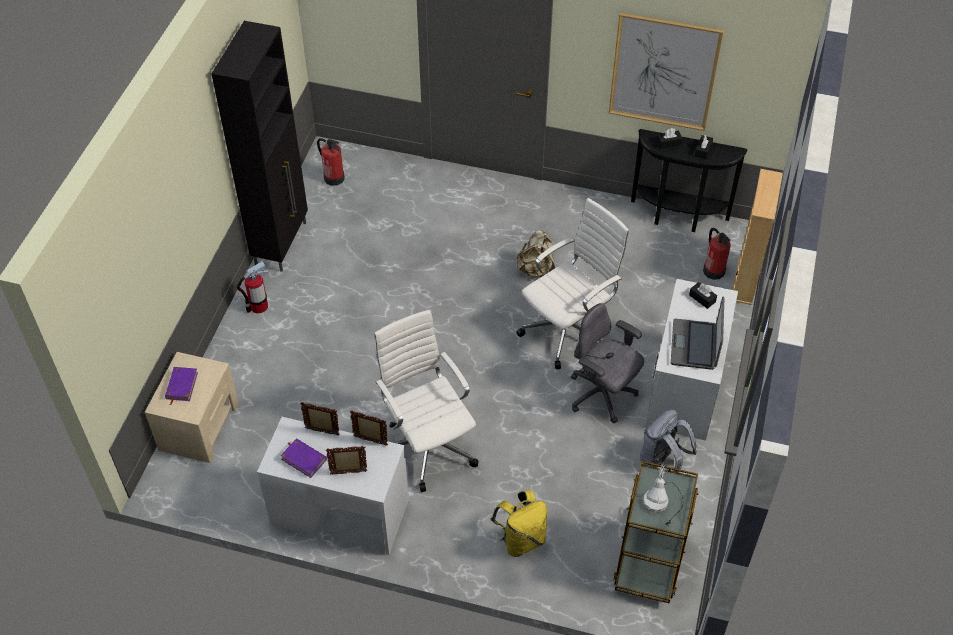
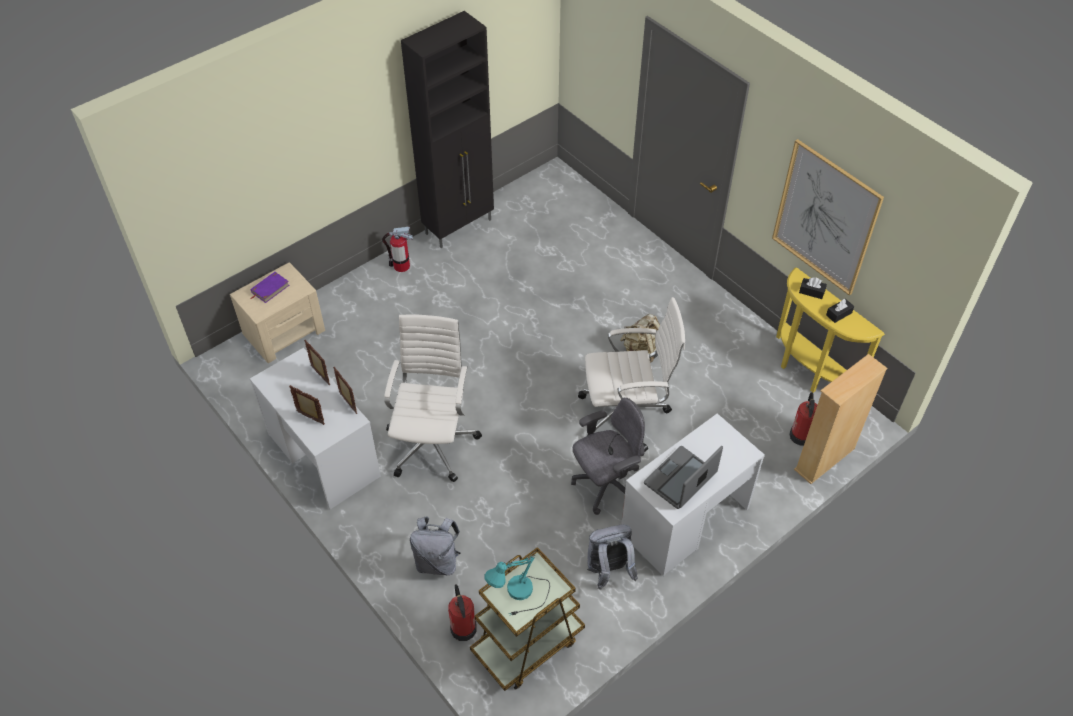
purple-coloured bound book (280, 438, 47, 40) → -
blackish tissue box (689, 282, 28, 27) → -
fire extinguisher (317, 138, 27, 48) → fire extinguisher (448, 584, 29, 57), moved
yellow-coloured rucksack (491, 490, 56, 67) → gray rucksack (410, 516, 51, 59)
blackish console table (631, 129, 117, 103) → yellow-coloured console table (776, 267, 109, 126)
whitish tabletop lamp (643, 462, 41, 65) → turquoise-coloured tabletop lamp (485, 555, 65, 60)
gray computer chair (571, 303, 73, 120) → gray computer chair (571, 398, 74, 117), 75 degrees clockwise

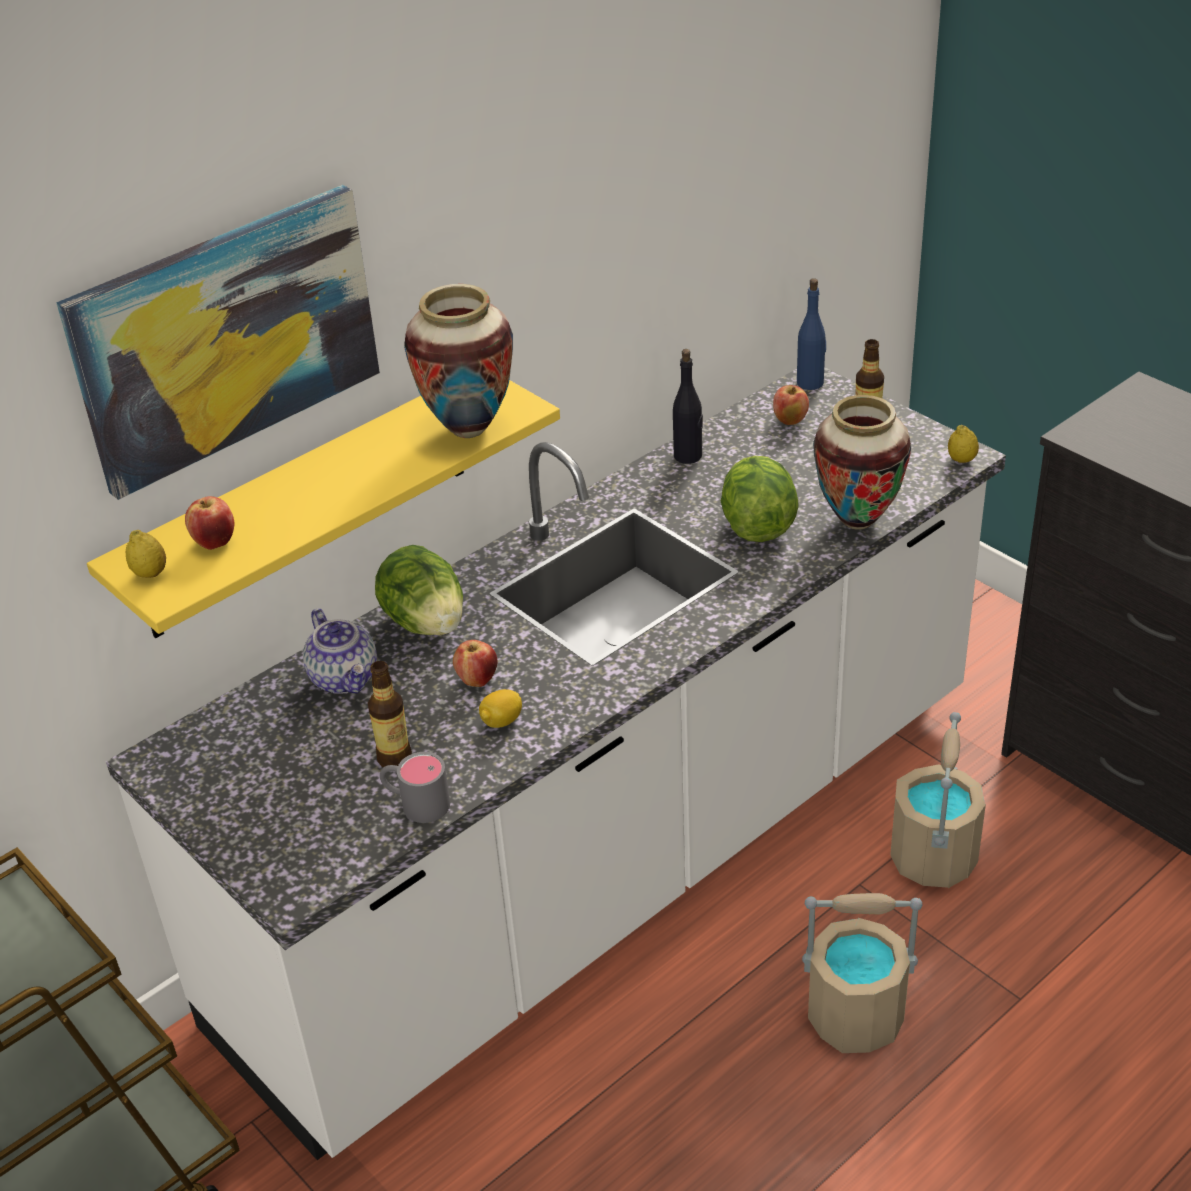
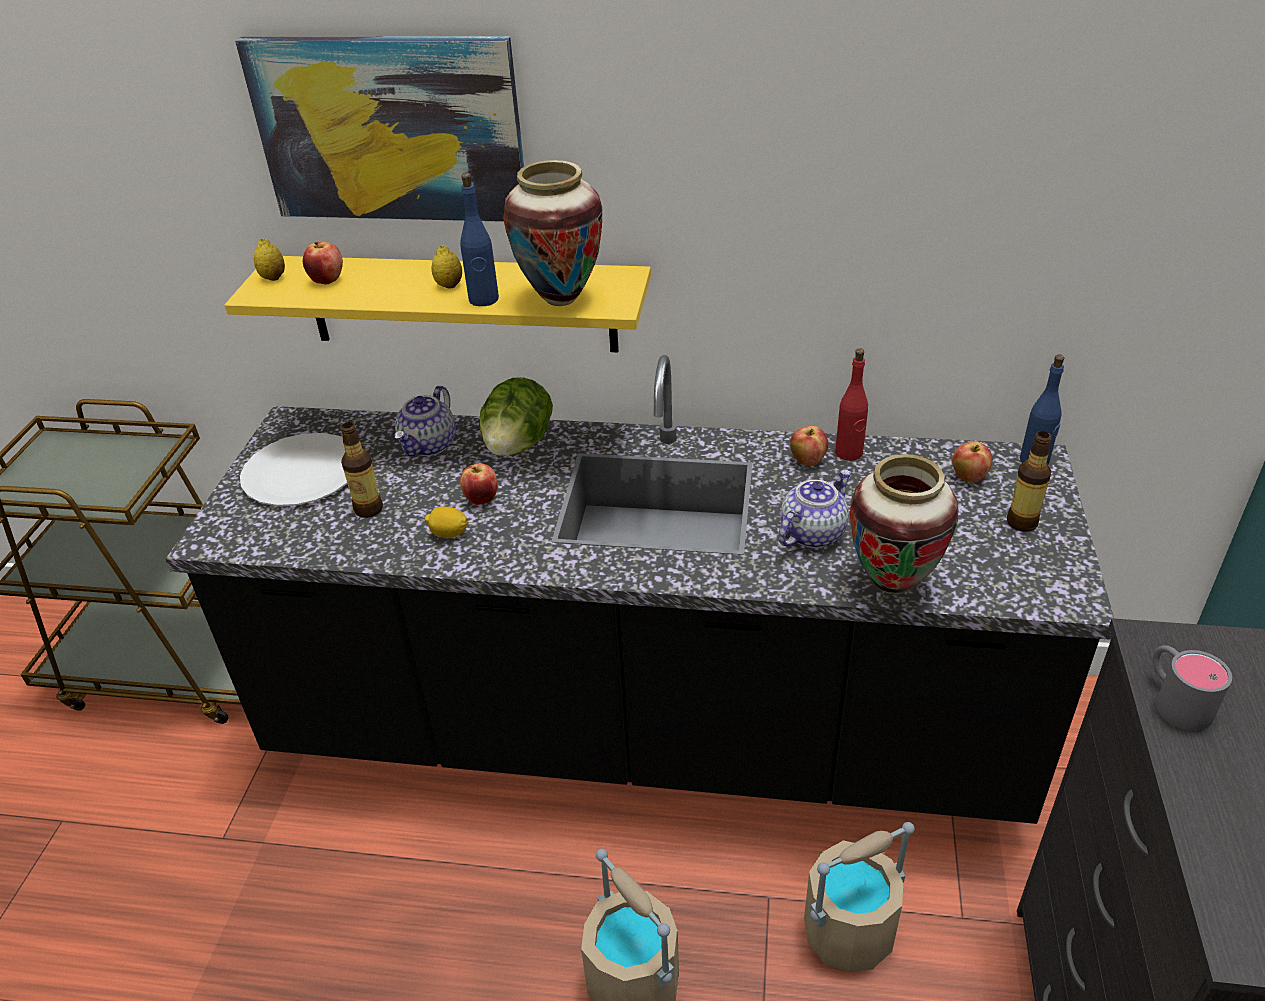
- → whitish plate (240, 433, 107, 73)
- → blue beverage bottle (460, 173, 39, 133)
- → apple (790, 426, 38, 40)
gray tea mug (380, 752, 70, 71) → gray tea mug (1153, 645, 79, 86), moved
citrus fruit (948, 425, 31, 38) → citrus fruit (432, 246, 30, 43), moved
head of lettuce (721, 456, 78, 86) → tea pot (778, 470, 73, 78)
whitish kitchen base unit (106, 367, 900, 793) → blackish kitchen base unit (166, 355, 948, 469)
blackish beverage bottle (673, 349, 30, 115) → red beverage bottle (835, 348, 33, 113)

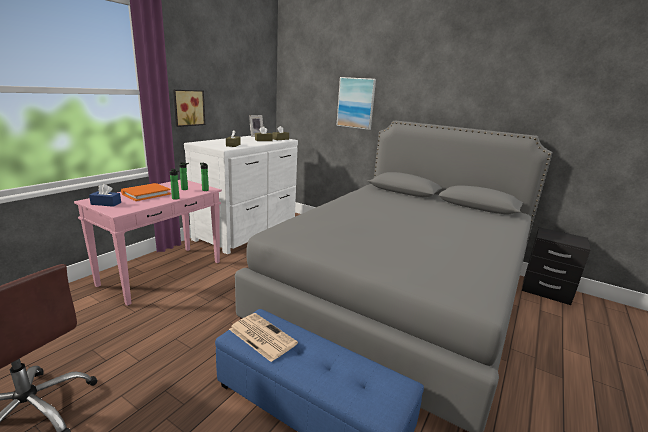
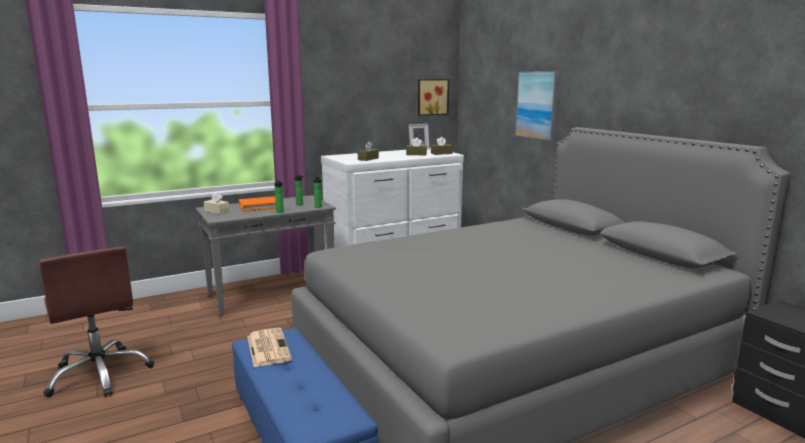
picture (173, 90, 32, 37) → picture (418, 79, 31, 37), moved
pinkish console table (74, 180, 148, 126) → gray console table (196, 195, 140, 121)
blue tissue box (89, 184, 32, 23) → sand-coloured tissue box (204, 192, 26, 22)

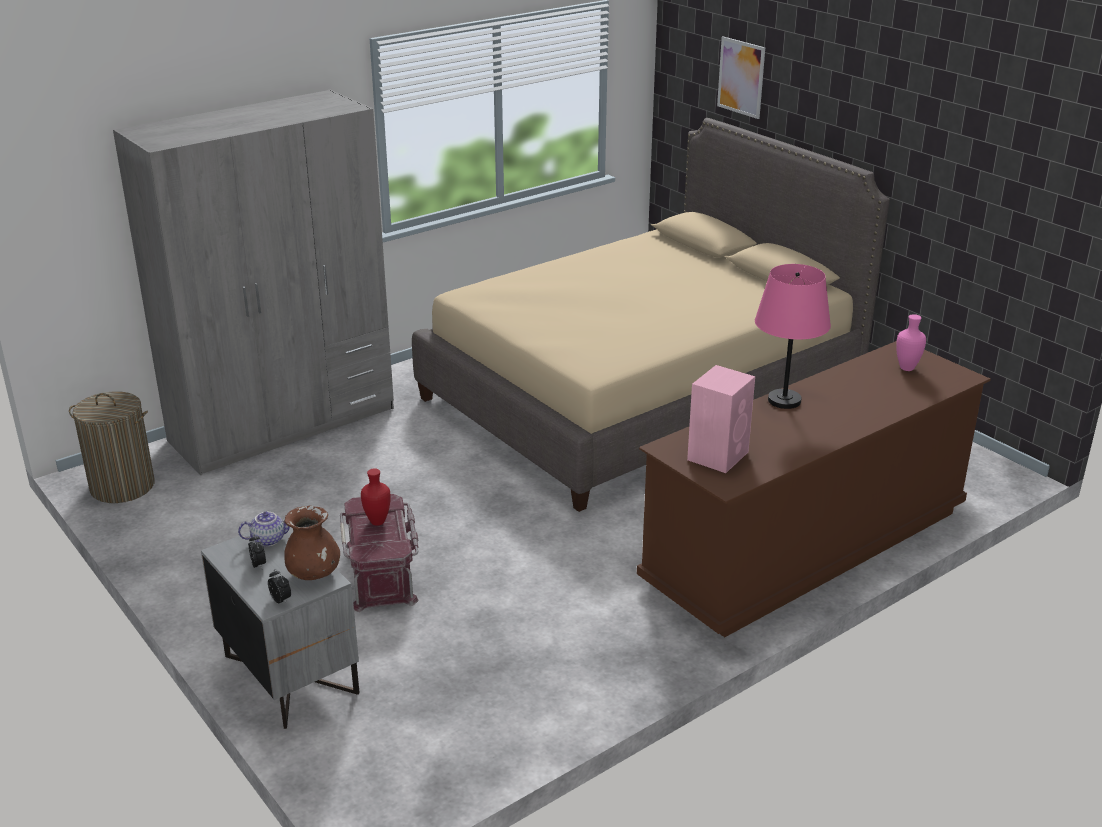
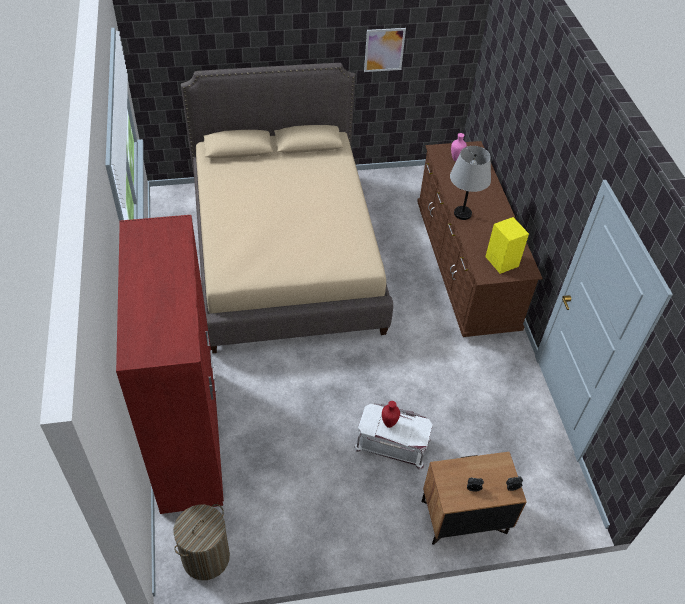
tea pot (238, 511, 52, 35) → -
brown-coloured flower vase (284, 505, 56, 75) → -
picture (717, 37, 48, 82) → picture (364, 28, 42, 44), moved
gray armoire (113, 90, 281, 385) → red armoire (116, 215, 108, 299)
gray night table (201, 519, 159, 210) → brown-coloured night table (422, 452, 105, 93)
red storage box (340, 494, 79, 118) → whitish storage box (354, 403, 79, 66)
pinkish loudspeaker (687, 365, 68, 108) → yellow-coloured loudspeaker (485, 217, 44, 57)
pinkish tabletop lamp (755, 264, 76, 145) → gray tabletop lamp (450, 146, 41, 74)

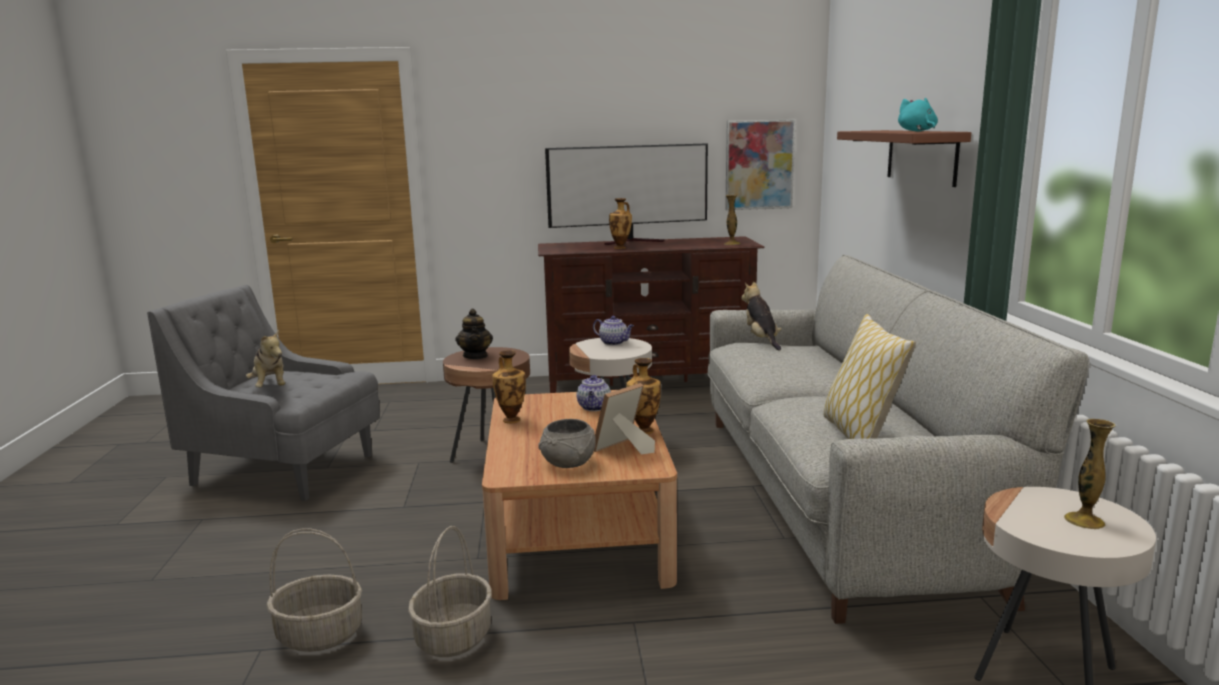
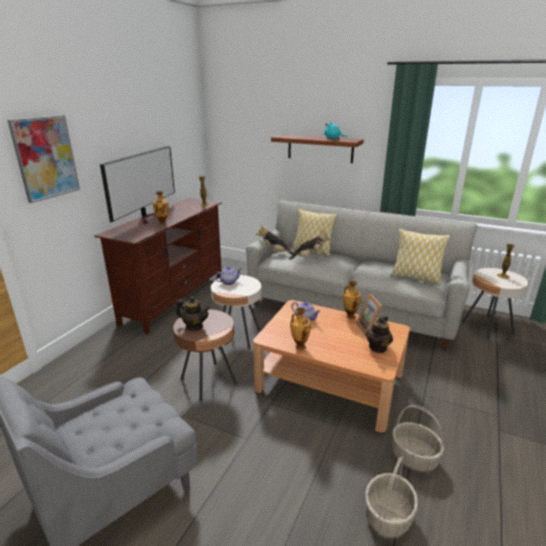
- → throw pillow (292, 209, 45, 48)
soft toy (246, 330, 39, 58) → soft toy (289, 229, 41, 31), moved
picture (725, 119, 71, 91) → picture (7, 115, 73, 88), moved
gray bowl (538, 419, 58, 49) → tea pot (366, 315, 27, 38)

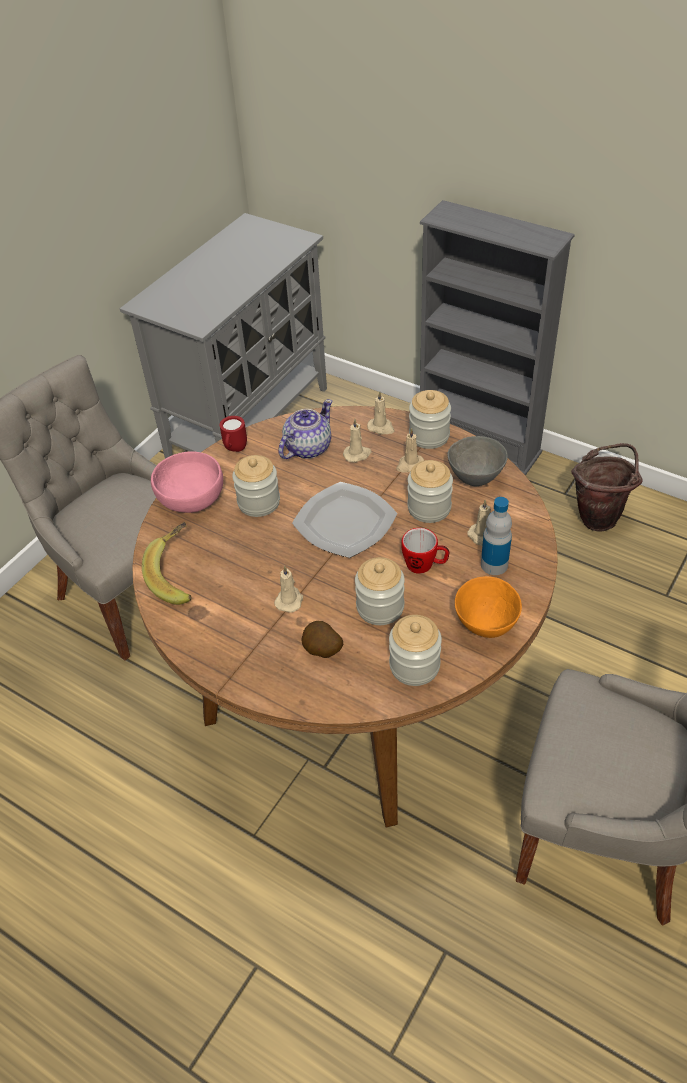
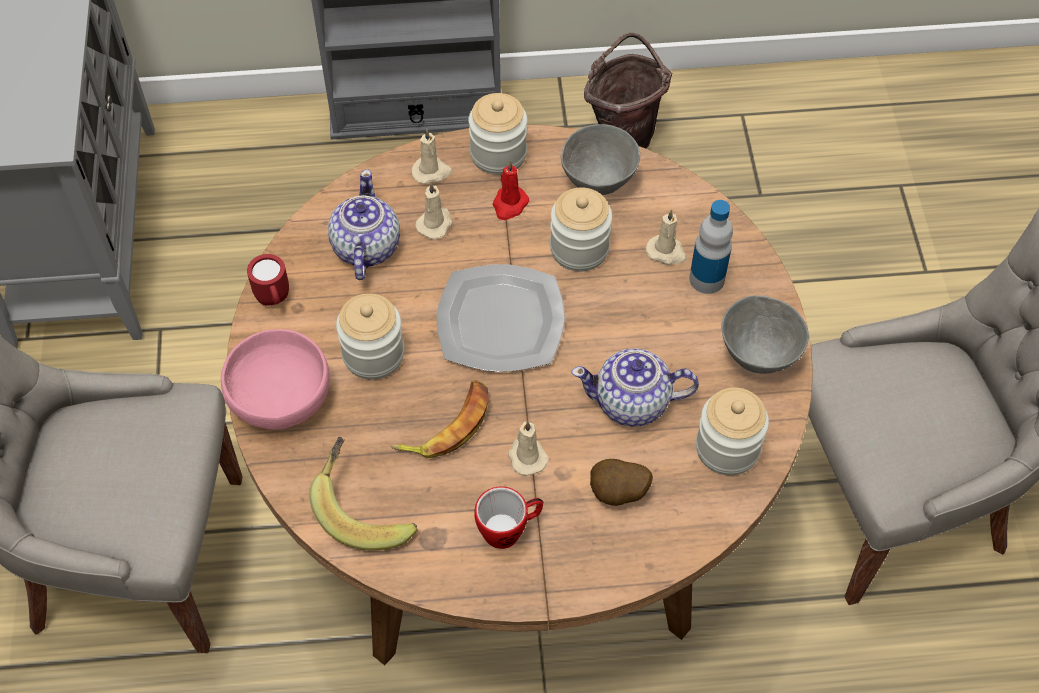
- → banana fruit (391, 380, 98, 78)
tea mug (401, 528, 48, 46) → tea mug (474, 486, 69, 63), moved
preserve jar (355, 557, 50, 68) → tea pot (571, 348, 128, 79)
sand-coloured wax light (396, 428, 28, 45) → red wax light (493, 161, 36, 59)
orange-coloured bowl (455, 576, 67, 62) → gray bowl (721, 295, 88, 79)

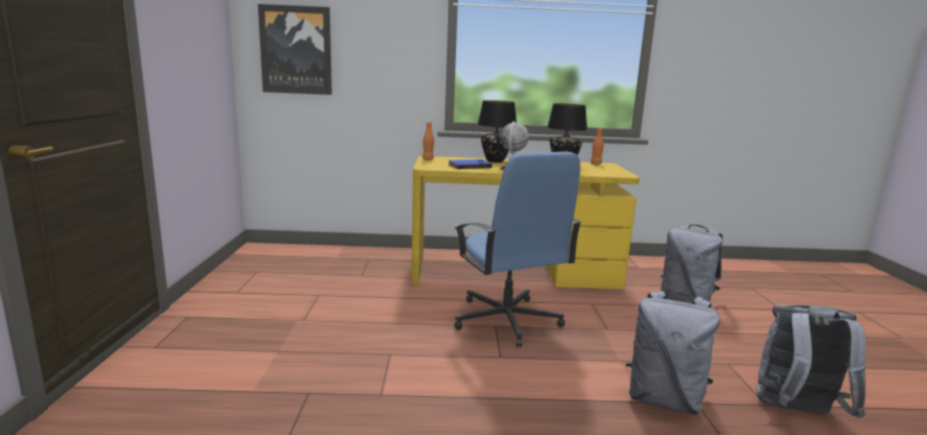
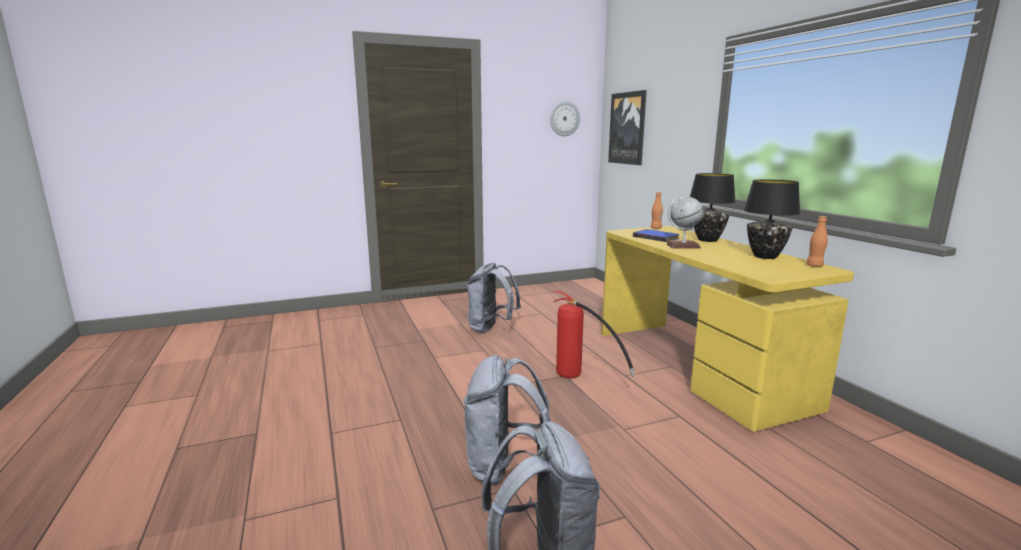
- → wall clock (550, 101, 30, 35)
gray rucksack (661, 225, 62, 78) → gray rucksack (467, 263, 54, 70), moved
blue computer chair (454, 152, 128, 195) → fire extinguisher (554, 290, 81, 88)

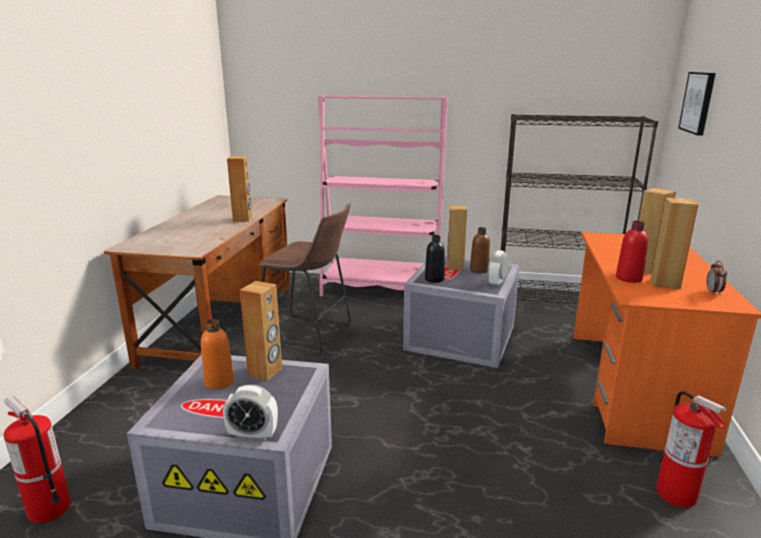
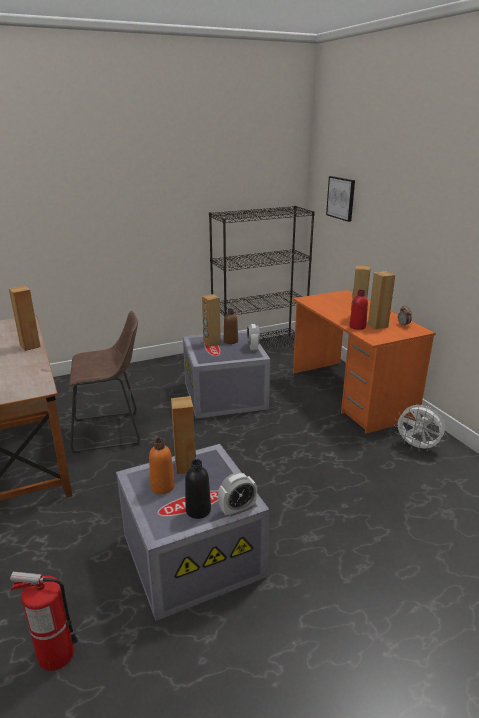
pinkish shelving unit (318, 95, 130, 201) → -
blackish beverage bottle (425, 235, 20, 48) → blackish beverage bottle (185, 459, 26, 60), moved
fire extinguisher (656, 391, 71, 117) → whitish cooling fan (394, 405, 52, 47)

